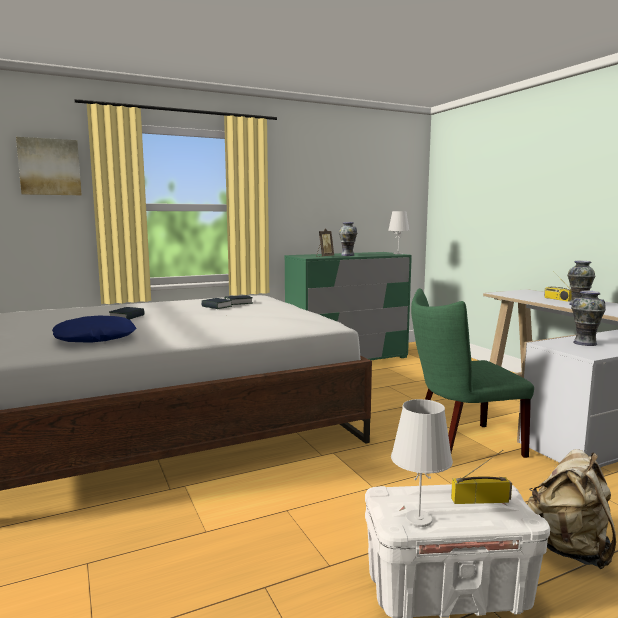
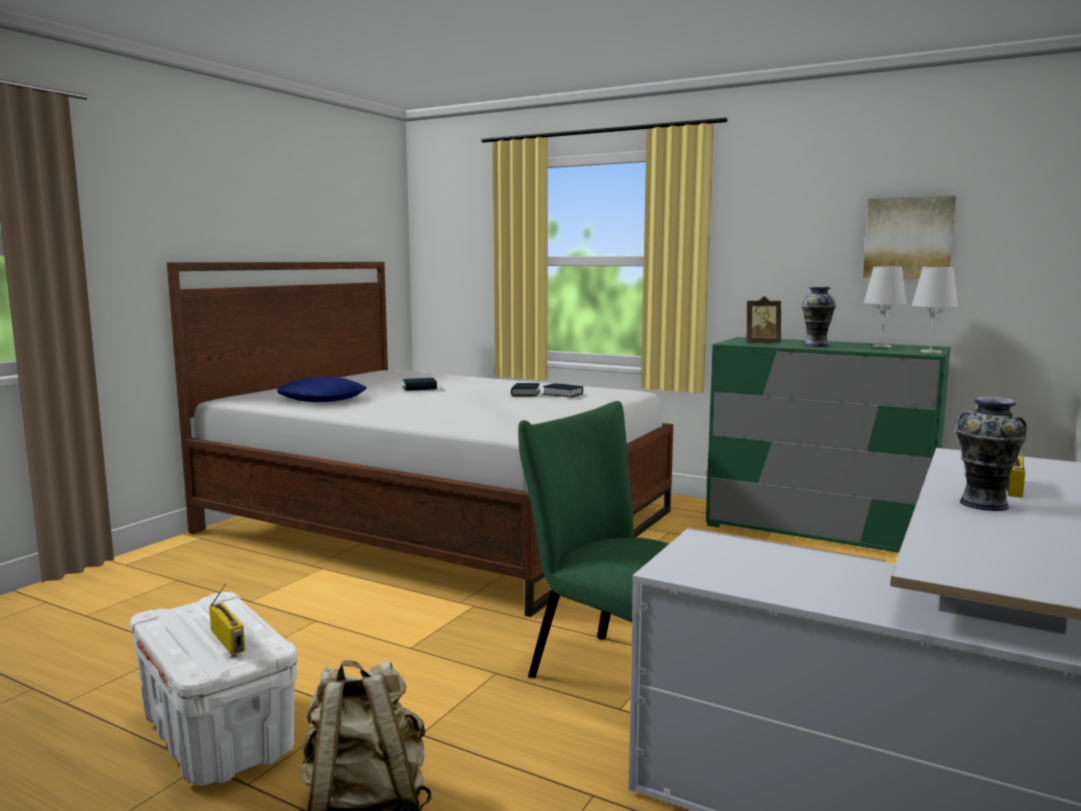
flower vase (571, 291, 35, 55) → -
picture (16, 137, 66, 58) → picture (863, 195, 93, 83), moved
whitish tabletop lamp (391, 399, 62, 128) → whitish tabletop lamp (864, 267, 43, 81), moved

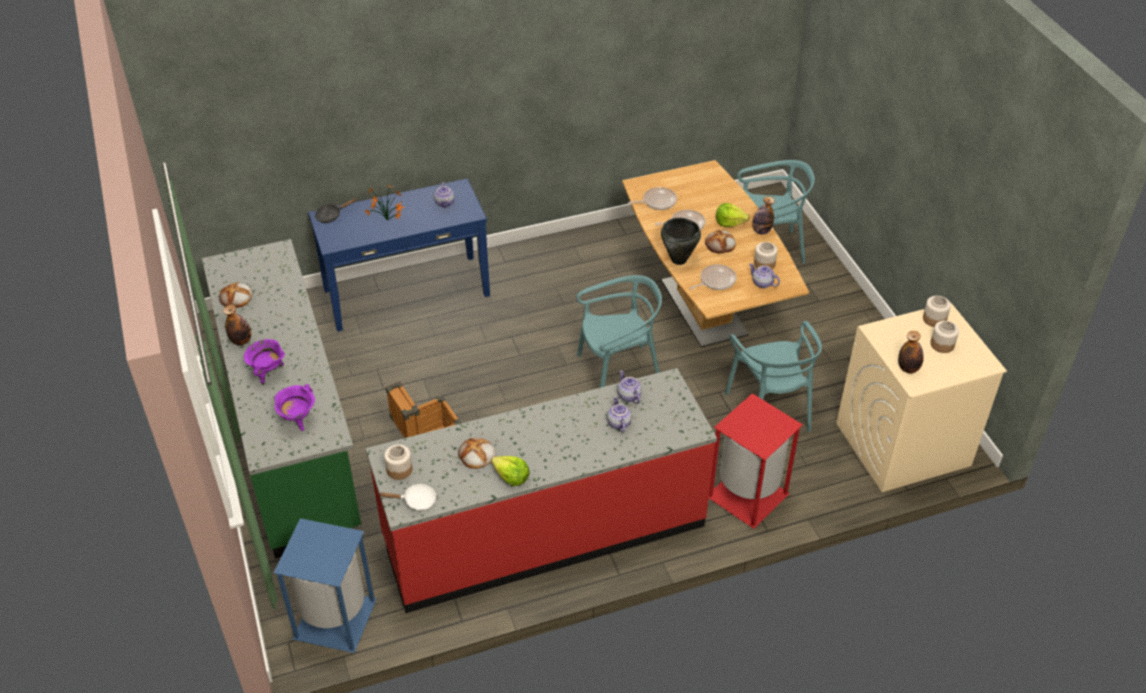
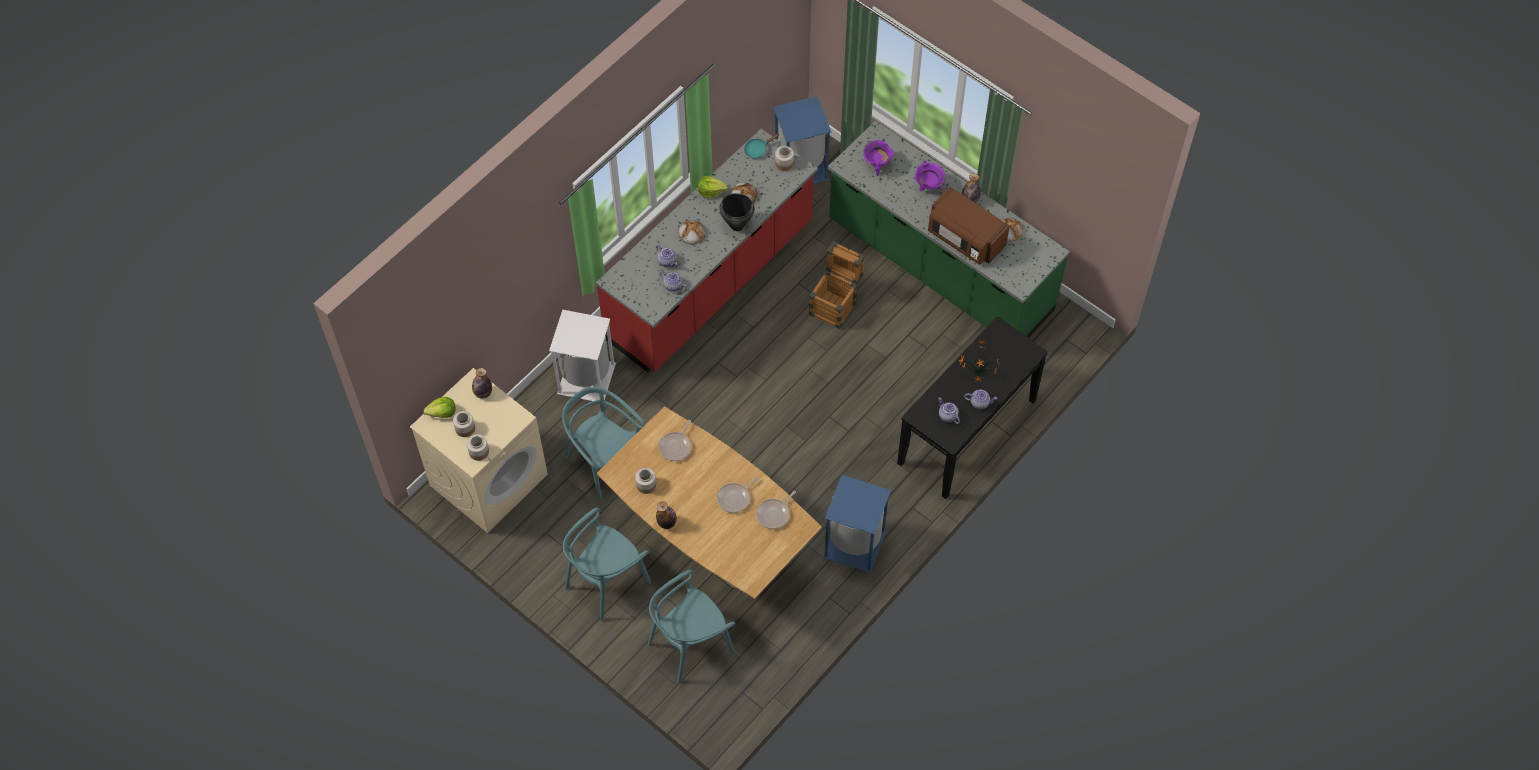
blackish pan (315, 198, 41, 25) → -
- → blue trash can (823, 475, 68, 98)
- → brown-coloured microwave (928, 187, 82, 78)
turquoise-coloured chair (576, 275, 86, 113) → turquoise-coloured chair (563, 507, 88, 114), moved
blackish saucepot (661, 218, 40, 47) → blackish saucepot (719, 193, 36, 38), moved
baked bread (705, 230, 31, 23) → baked bread (678, 220, 28, 25), moved
head of lettuce (716, 203, 33, 24) → head of lettuce (423, 397, 33, 21), moved
tea pot (749, 263, 31, 25) → tea pot (964, 390, 33, 19), moved
blue console table (308, 179, 182, 153) → blackish console table (897, 316, 151, 183)
whitish pan (378, 484, 59, 27) → turquoise-coloured pan (744, 133, 35, 26)
red trash can (709, 393, 94, 136) → whitish trash can (549, 309, 67, 92)

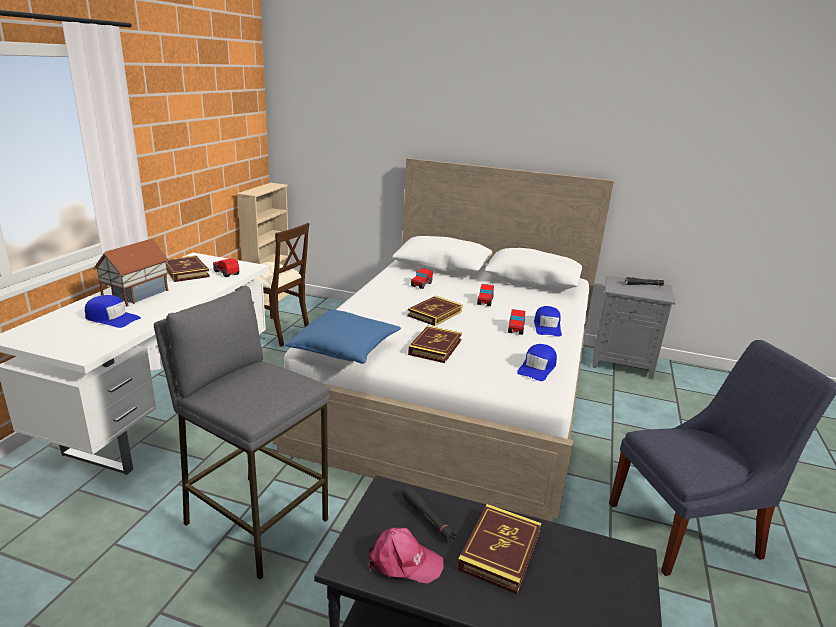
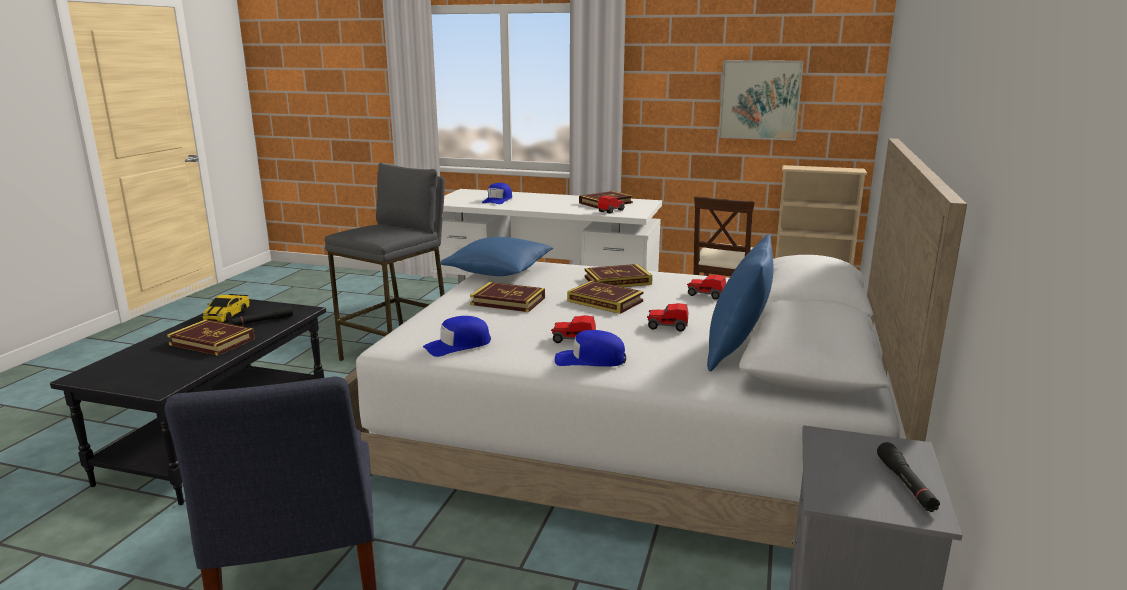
toy house (93, 239, 76, 67) → -
- → bound book (584, 264, 68, 23)
- → blue throw pillow (707, 234, 67, 137)
- → picture (718, 60, 86, 81)
pinkish cap (368, 528, 75, 56) → toy car (202, 294, 48, 28)
blue cap (517, 344, 40, 37) → blue cap (423, 316, 68, 41), 60 degrees counterclockwise

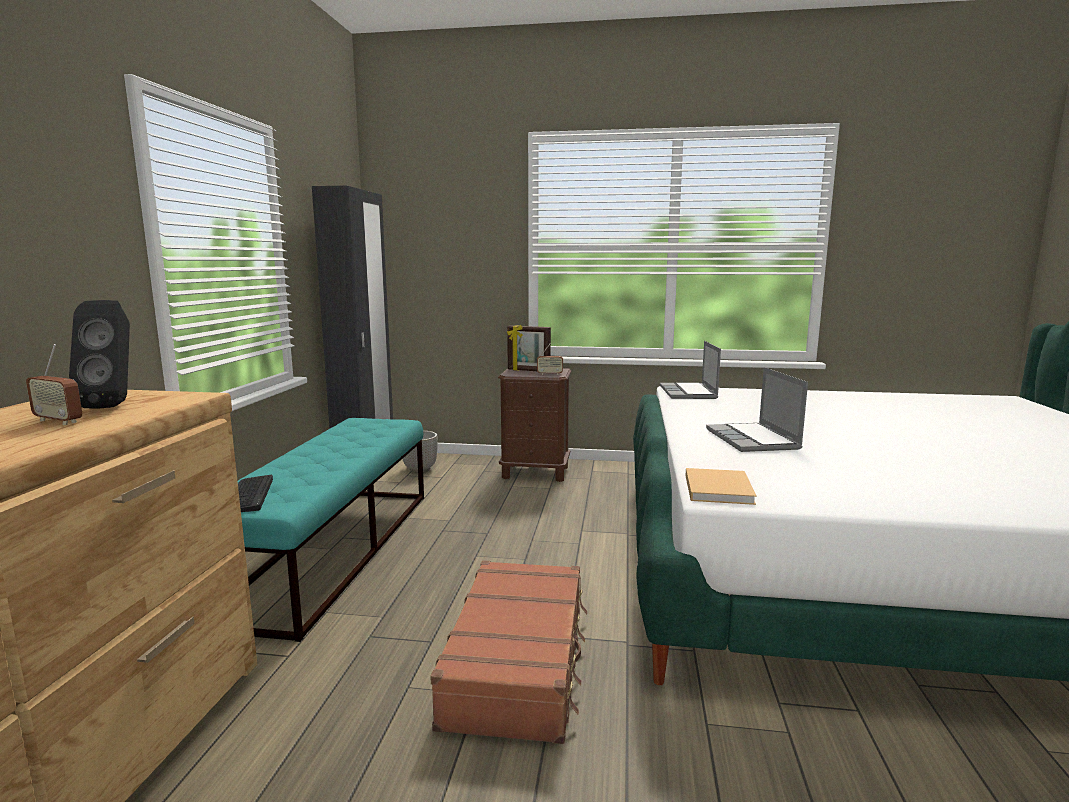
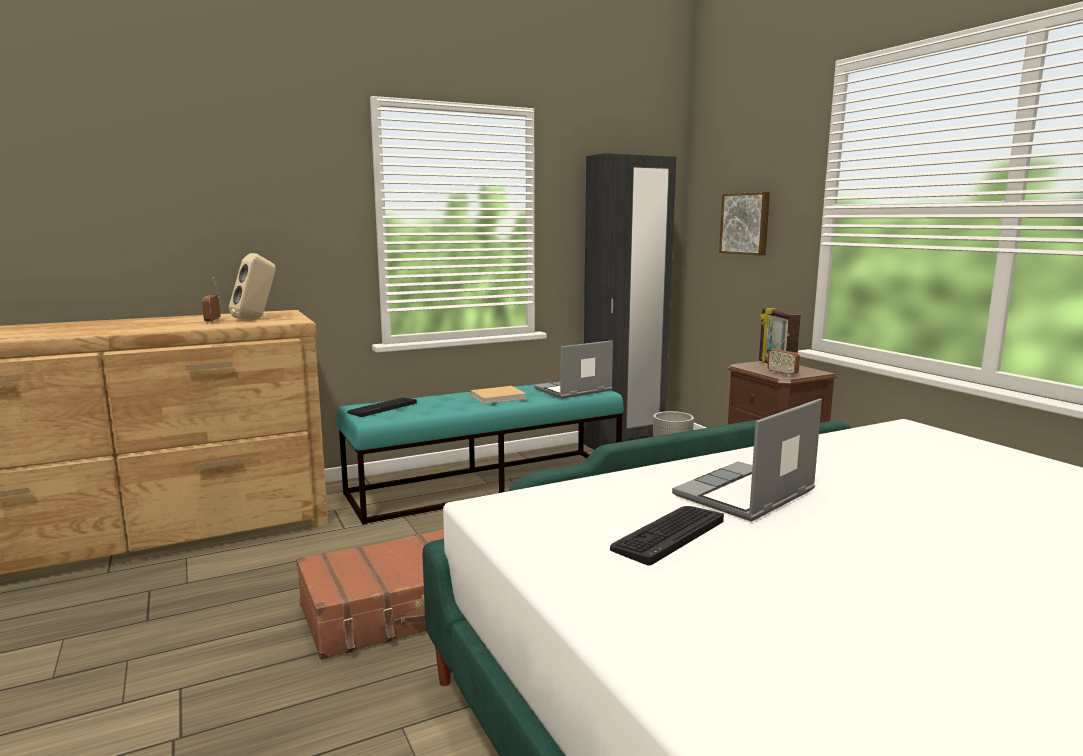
- → computer keyboard (610, 506, 114, 60)
- → picture (719, 192, 51, 63)
notebook computer (660, 341, 61, 58) → notebook computer (534, 340, 79, 59), moved
sand-coloured bound book (686, 468, 71, 37) → sand-coloured bound book (471, 386, 56, 18), moved
blackish loudspeaker (69, 300, 61, 109) → sand-coloured loudspeaker (229, 253, 46, 67)

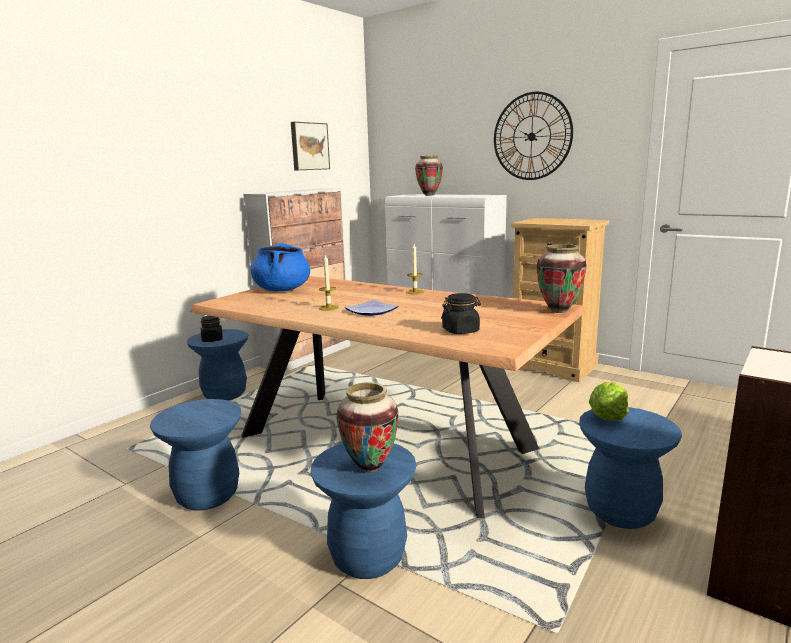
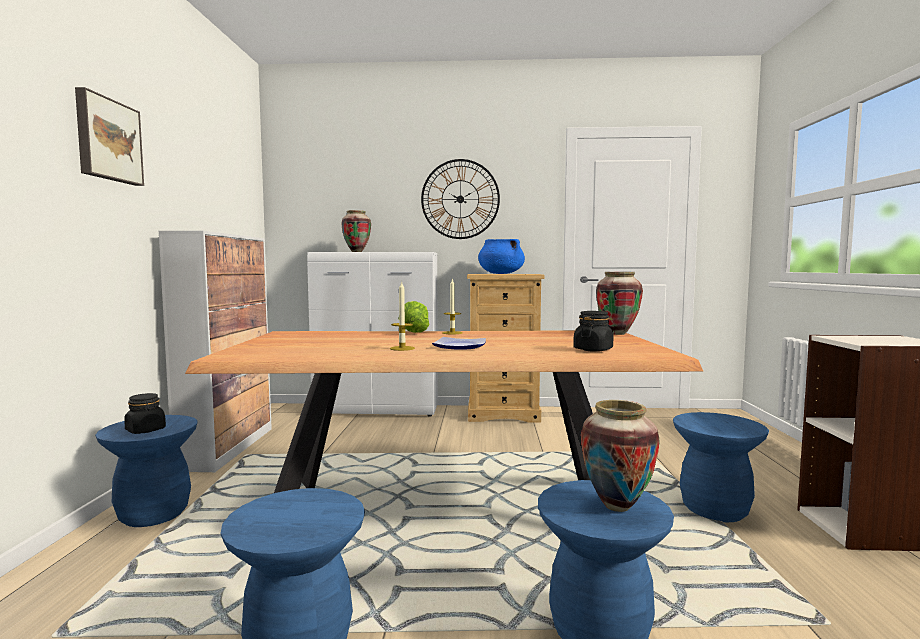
blue saucepot (250, 243, 60, 49) → blue saucepot (478, 239, 47, 35), moved
picture (291, 122, 39, 49) → picture (75, 87, 69, 99), moved
head of lettuce (589, 382, 40, 39) → head of lettuce (405, 301, 24, 32), moved

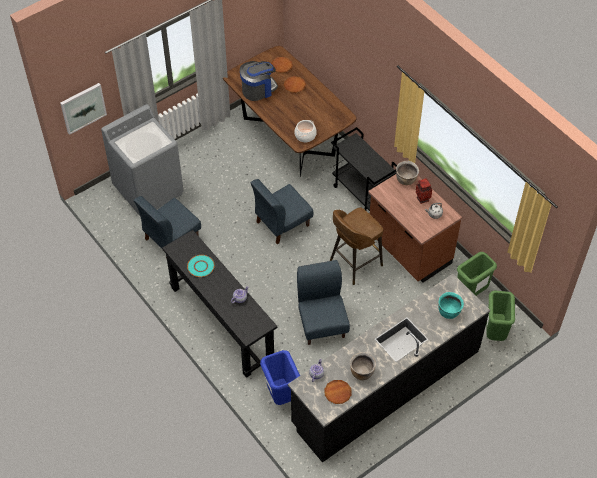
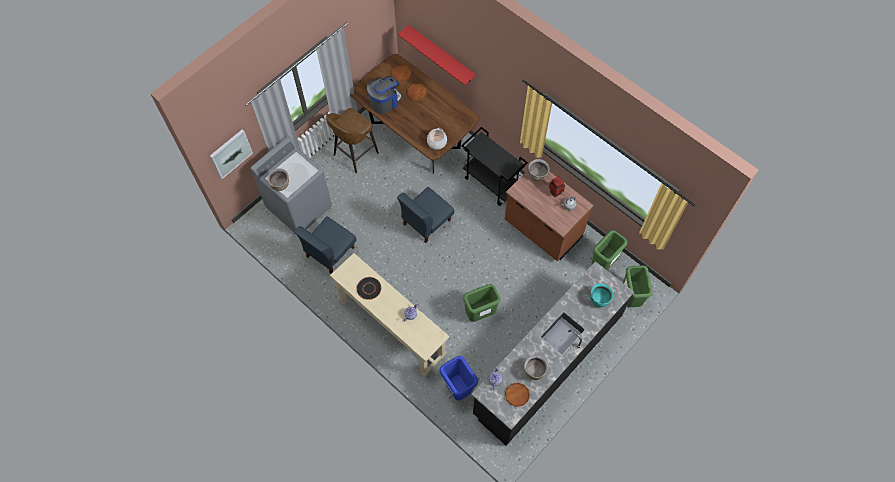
- → brown-coloured saucepot (267, 168, 22, 23)
- → red wall shelf (398, 25, 78, 60)
brown-coloured sitting stool (330, 207, 53, 78) → brown-coloured sitting stool (326, 108, 53, 65), moved
blue chair (297, 260, 53, 85) → greenish trash can (463, 284, 38, 38)
blackish console table (162, 230, 115, 148) → sand-coloured console table (330, 253, 119, 124)
turquoise-coloured plate (187, 255, 28, 22) → blackish plate (356, 277, 25, 23)

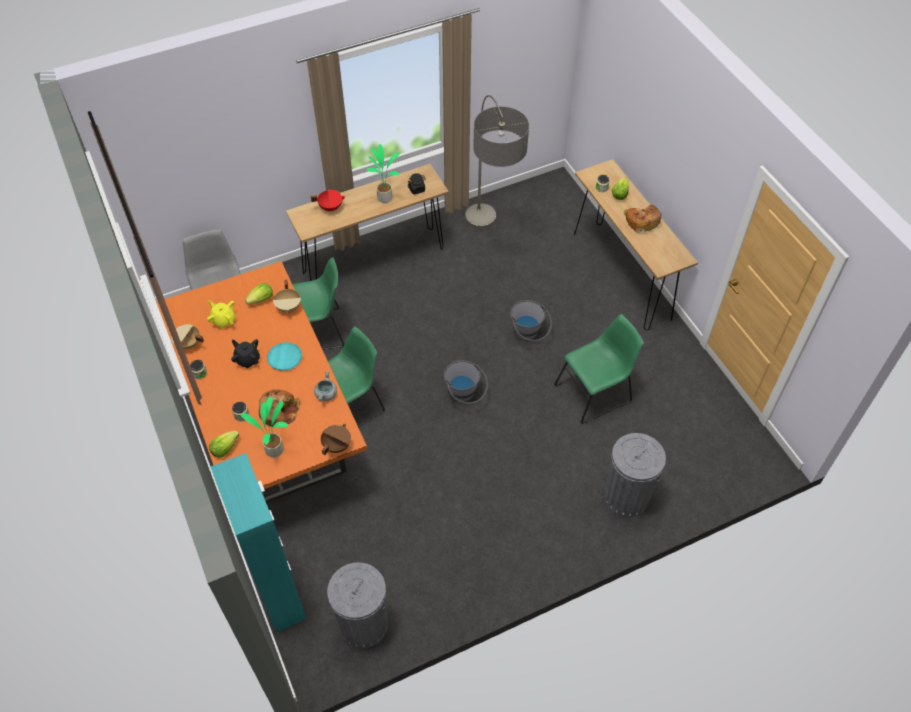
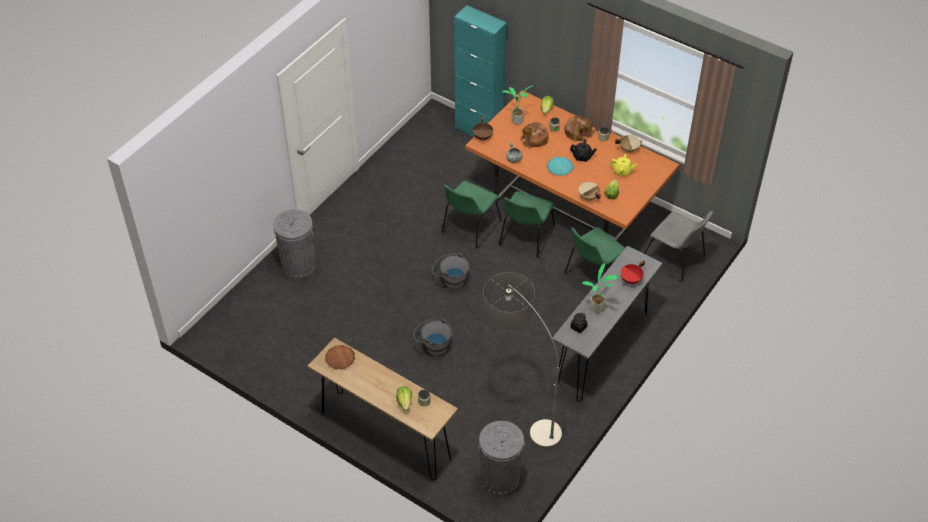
- → brown-coloured plate (325, 345, 30, 24)
gray trash can (327, 562, 61, 86) → gray trash can (478, 421, 47, 75), moved
greenish chair (554, 314, 90, 110) → greenish chair (442, 181, 60, 68), moved
baked bread (624, 204, 38, 29) → baked bread (564, 116, 31, 26), moved
brown-coloured console table (286, 164, 163, 117) → gray console table (552, 246, 111, 155)

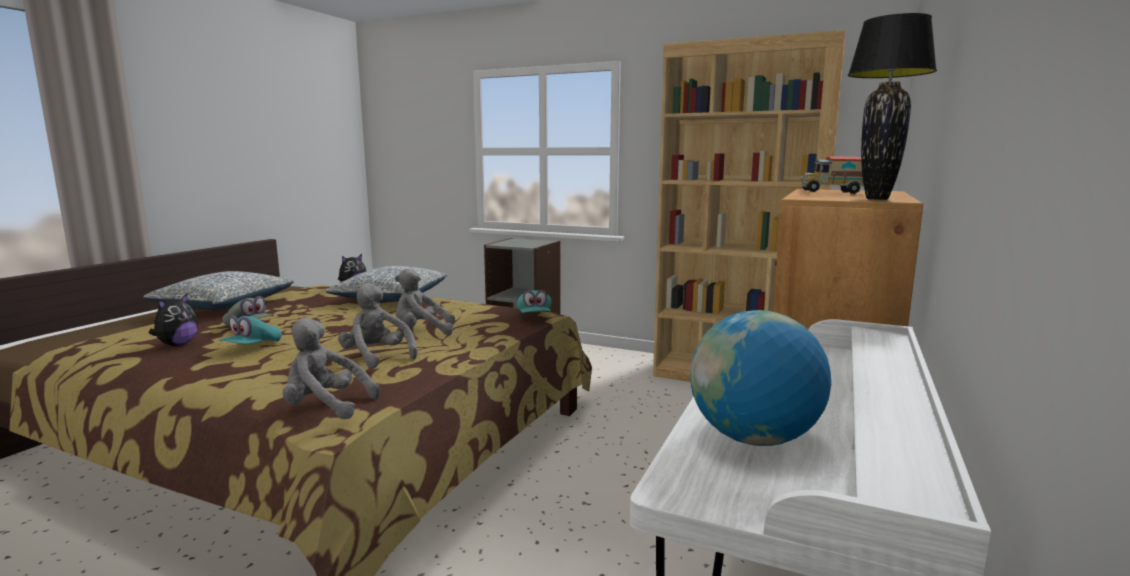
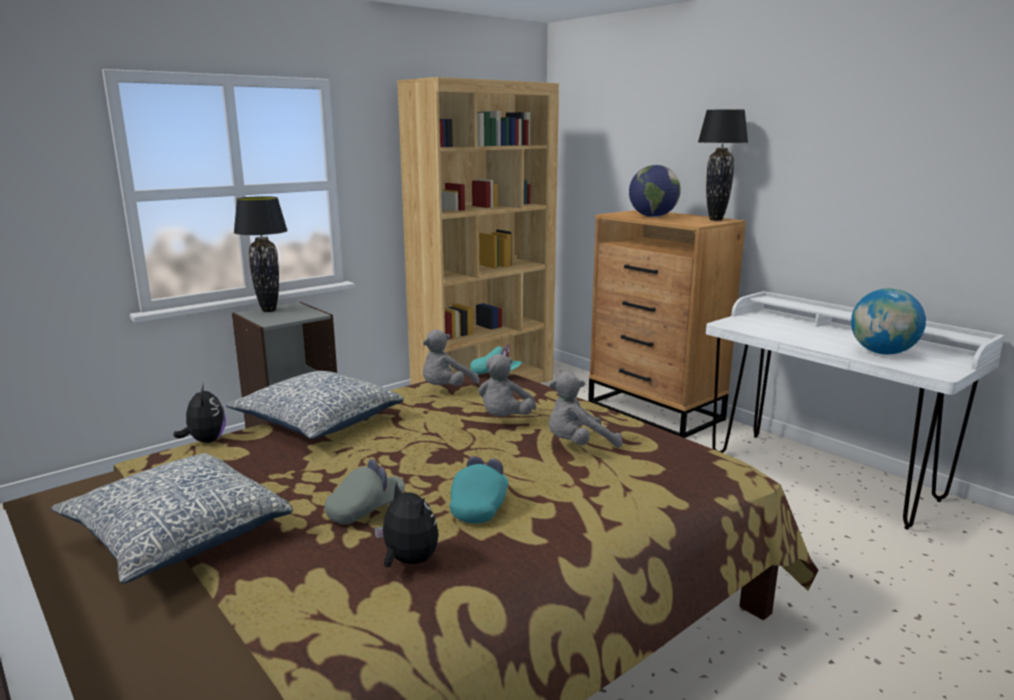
- → blackish tabletop lamp (233, 196, 55, 116)
gray soft toy (283, 318, 97, 101) → gray soft toy (423, 329, 57, 57), moved
toy lorry (801, 156, 63, 38) → globe (629, 165, 52, 52)
turquoise-coloured cap (219, 315, 63, 29) → turquoise-coloured cap (450, 456, 58, 68), 120 degrees counterclockwise

